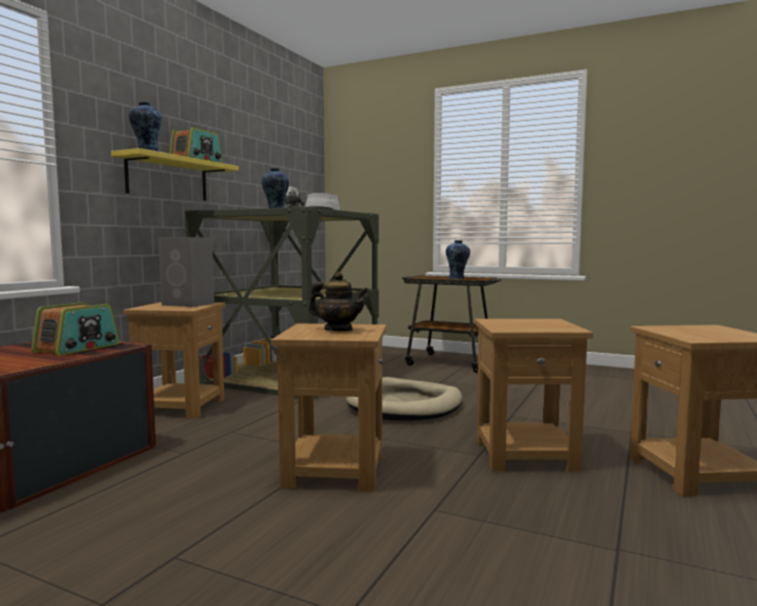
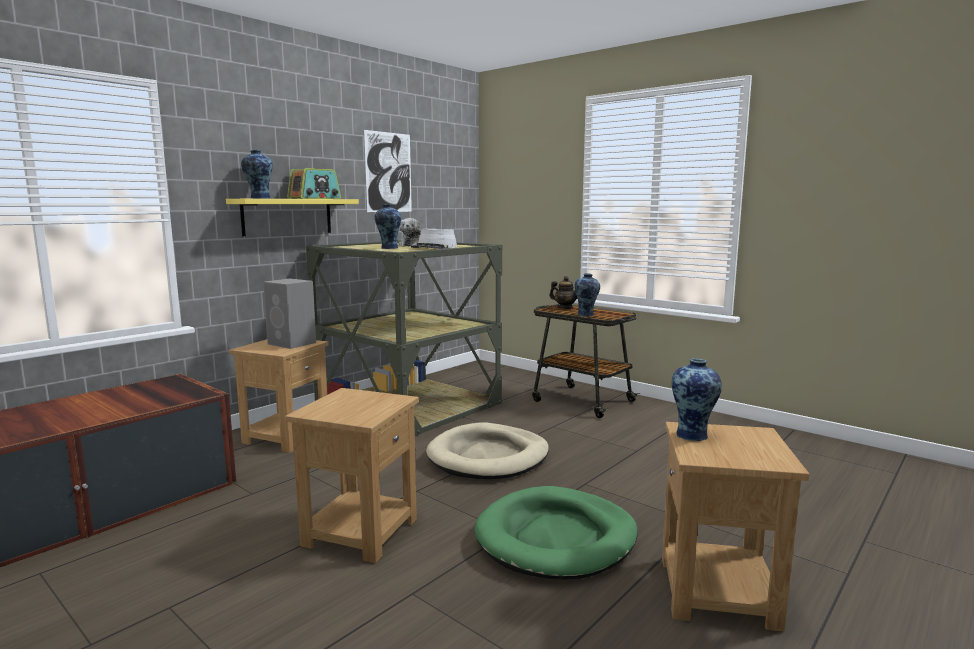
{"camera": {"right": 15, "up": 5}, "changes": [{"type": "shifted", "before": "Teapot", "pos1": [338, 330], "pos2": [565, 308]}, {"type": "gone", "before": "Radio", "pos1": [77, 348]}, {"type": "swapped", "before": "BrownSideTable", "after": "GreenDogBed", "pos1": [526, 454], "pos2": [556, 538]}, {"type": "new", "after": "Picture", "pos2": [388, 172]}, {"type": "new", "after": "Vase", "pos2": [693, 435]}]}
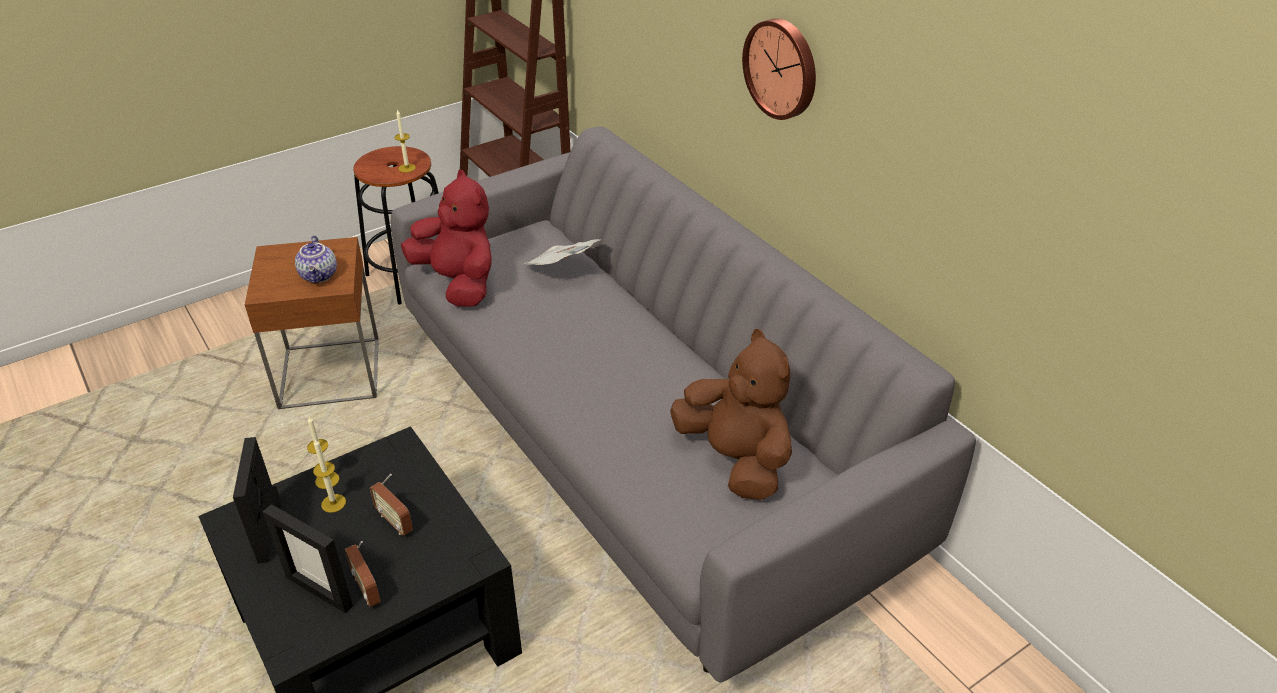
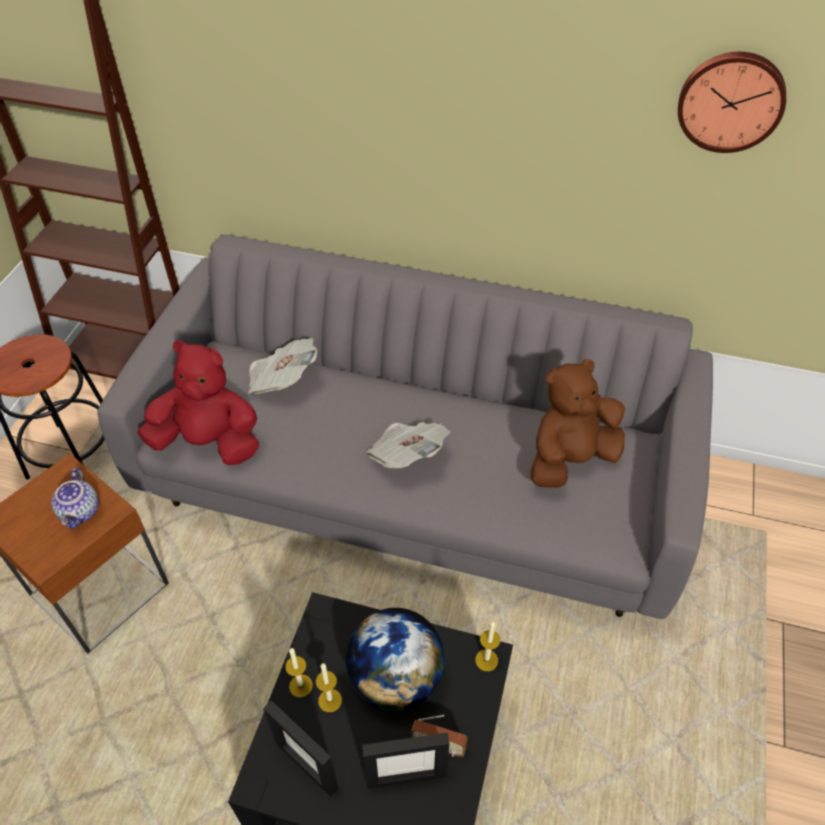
{"camera": {"right": -40, "up": 10}, "changes": [{"type": "shifted", "before": "WallClock", "pos1": [782, 68], "pos2": [731, 101]}, {"type": "shifted", "before": "Candle", "pos1": [407, 168], "pos2": [486, 660]}, {"type": "rotated", "before": "Teapot", "pos1": [320, 276], "pos2": [81, 512], "turn": 45}, {"type": "rotated", "before": "BrownPlushToy", "pos1": [735, 460], "pos2": [570, 459], "turn": -45}, {"type": "swapped", "before": "Radio", "after": "Globe", "pos1": [395, 522], "pos2": [395, 677]}, {"type": "new", "after": "Newspaper", "pos2": [407, 455]}]}
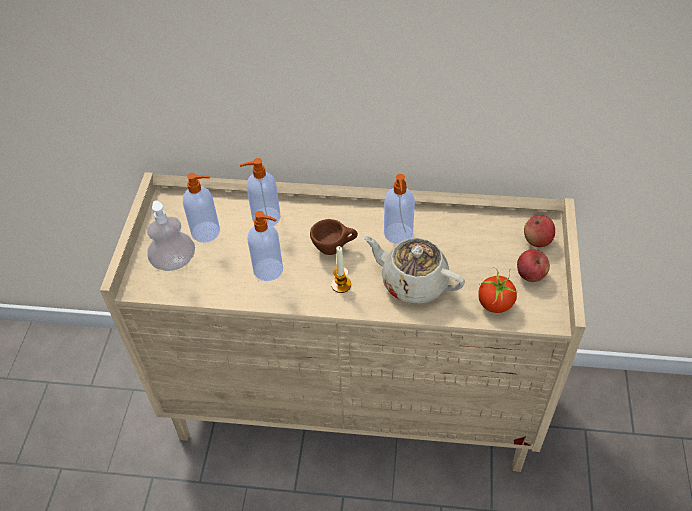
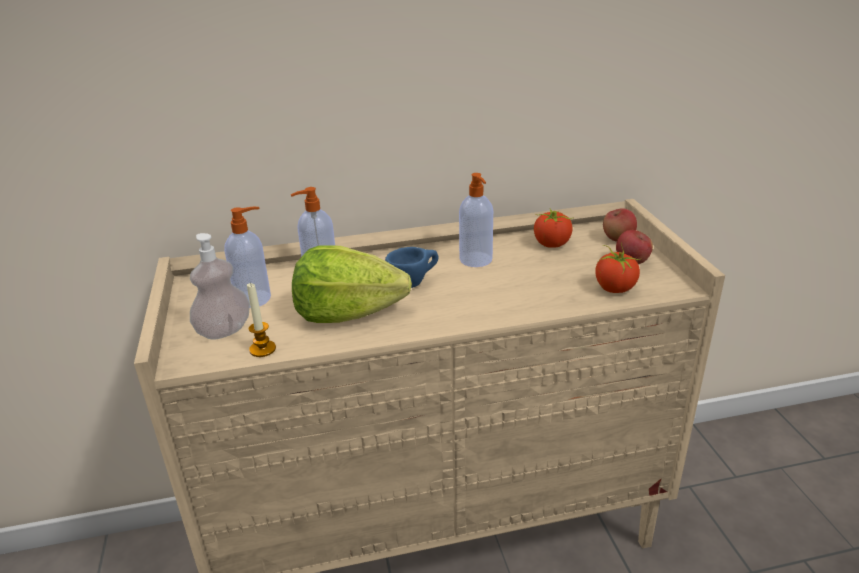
{"camera": {"right": -20, "up": -20}, "changes": [{"type": "swapped", "before": "SoapDispenser", "after": "Lettuce", "pos1": [269, 270], "pos2": [347, 313]}, {"type": "repainted", "before": "BrownCup", "after": "BlueCup", "pos1": [334, 248], "pos2": [413, 282]}, {"type": "gone", "before": "BeigeTeapot", "pos1": [413, 282]}, {"type": "shifted", "before": "Candle", "pos1": [341, 285], "pos2": [262, 349]}, {"type": "new", "after": "Tomato", "pos2": [552, 244]}]}
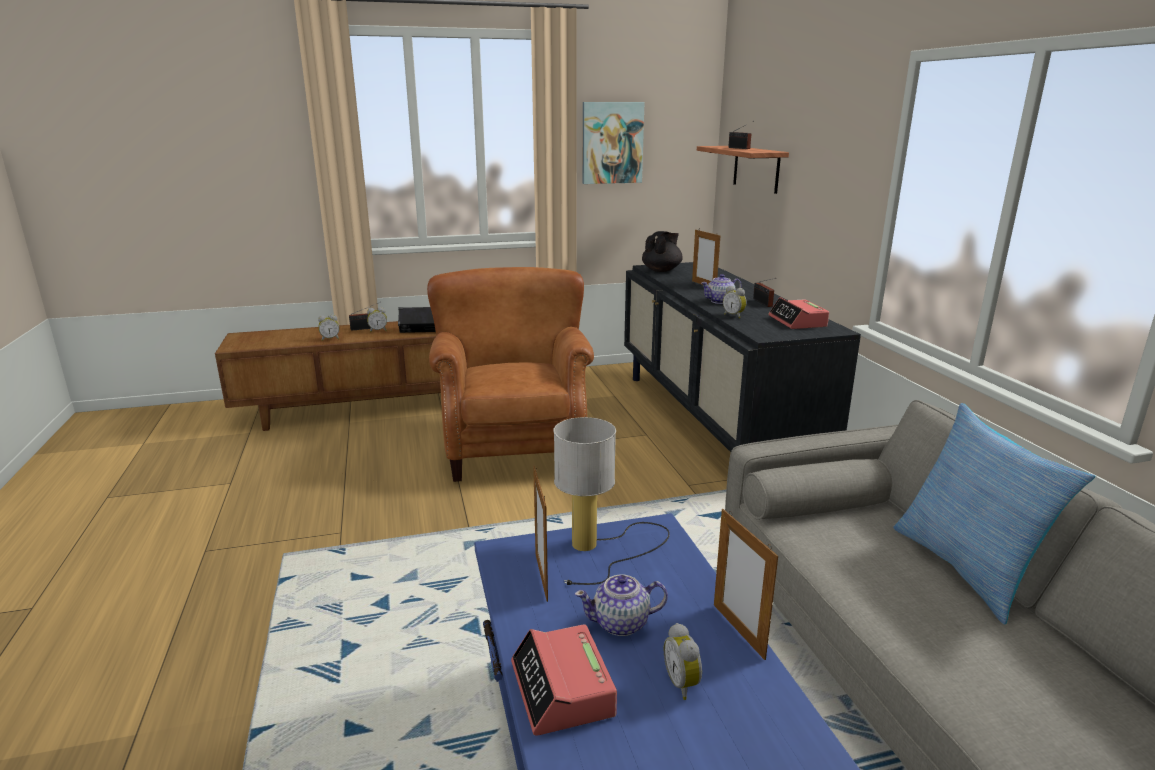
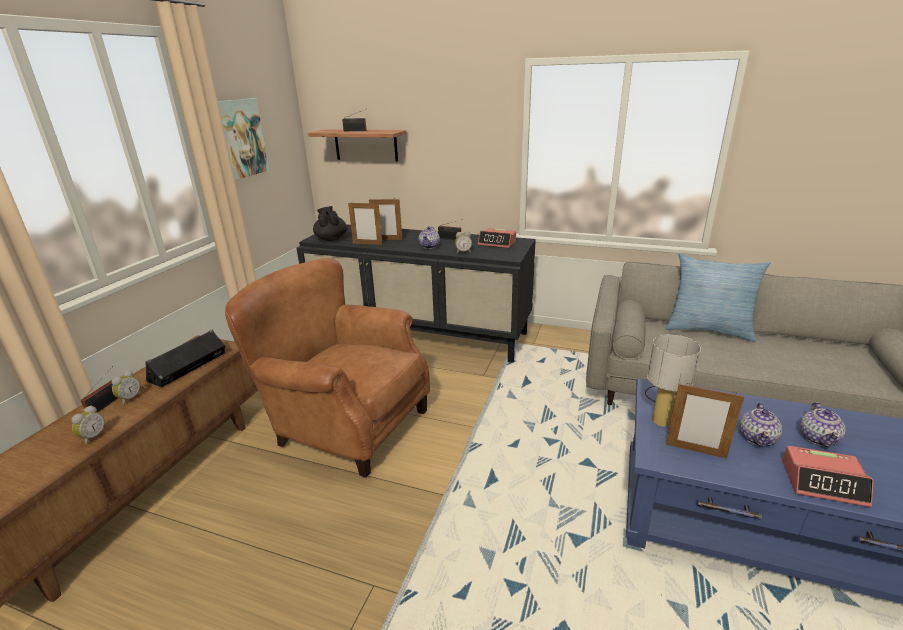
{"camera": {"right": -55, "up": 5}, "changes": [{"type": "shifted", "before": "PictureFrame", "pos1": [738, 631], "pos2": [367, 244]}, {"type": "swapped", "before": "AlarmClock", "after": "Teapot", "pos1": [683, 683], "pos2": [818, 438]}]}
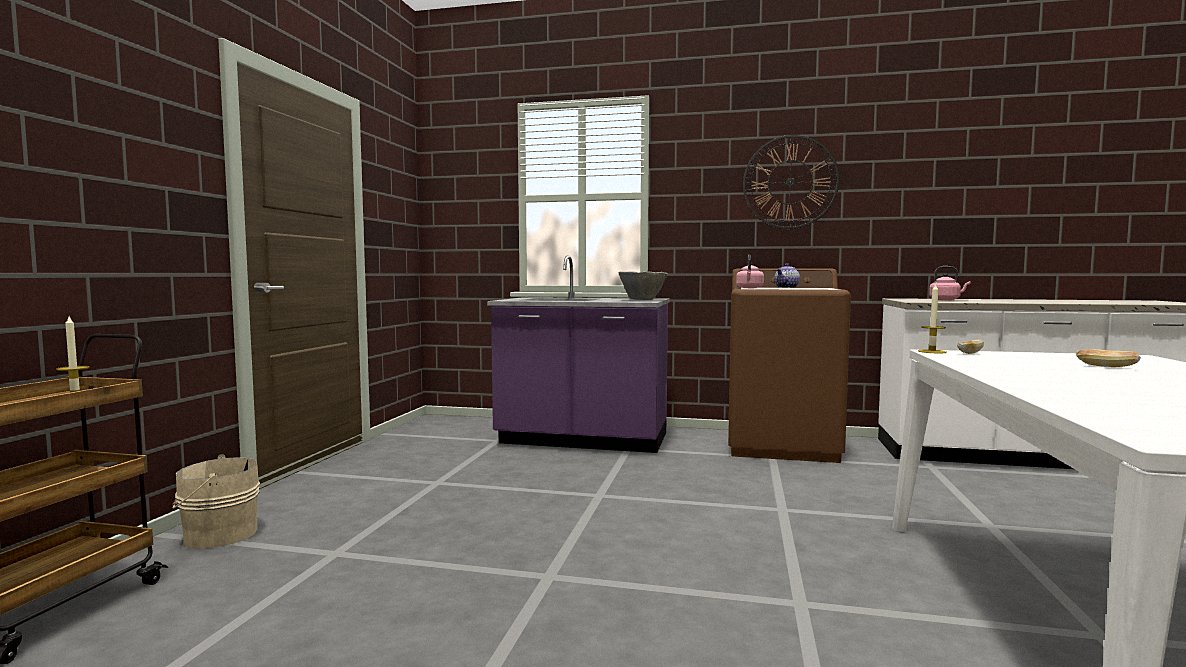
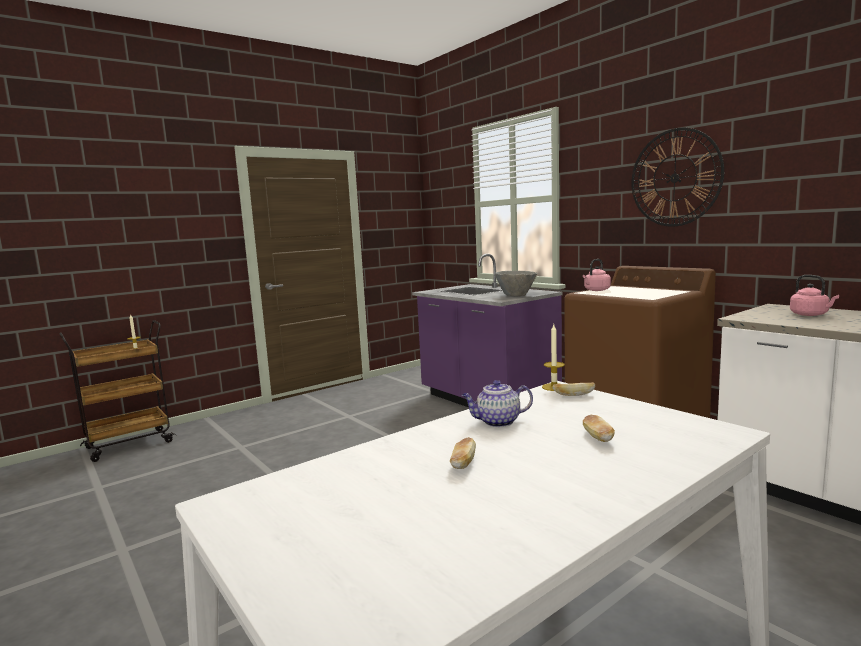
{"camera": {"right": 40, "up": 5}, "changes": [{"type": "shifted", "before": "Teapot", "pos1": [786, 287], "pos2": [497, 422]}, {"type": "gone", "before": "BeigeBucket", "pos1": [217, 535]}, {"type": "new", "after": "Bread", "pos2": [463, 463]}]}
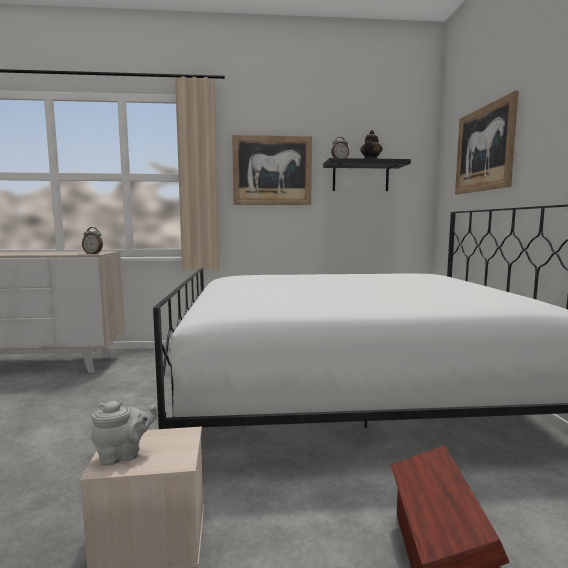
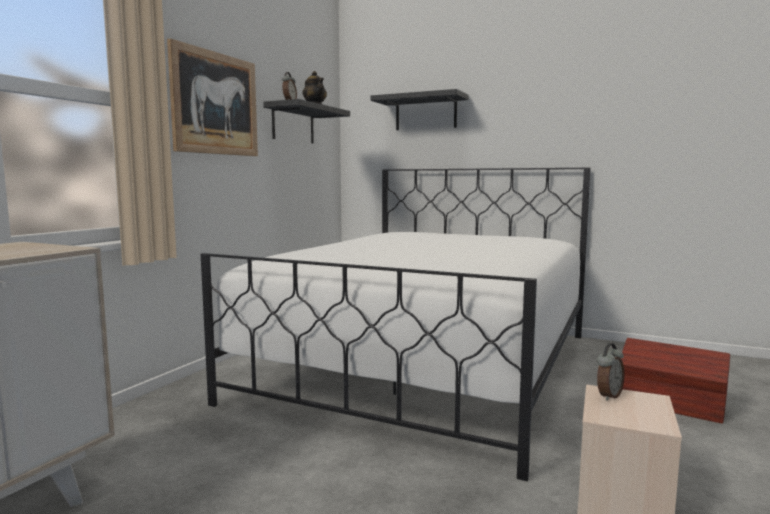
{"camera": {"right": -60, "up": 0}, "changes": [{"type": "swapped", "before": "Picture", "after": "BlackShelf", "pos1": [484, 149], "pos2": [426, 113]}, {"type": "shifted", "before": "AlarmClock", "pos1": [93, 254], "pos2": [608, 396]}, {"type": "gone", "before": "GreyTeapot", "pos1": [124, 455]}]}
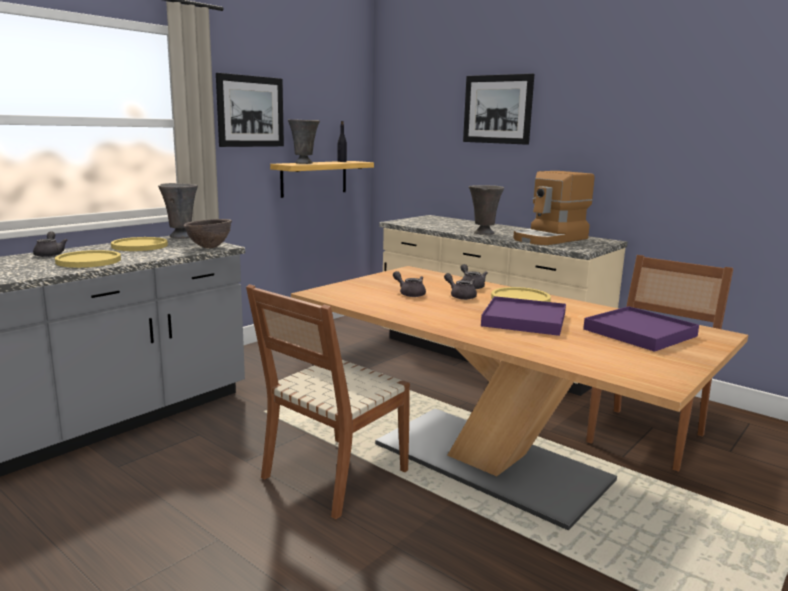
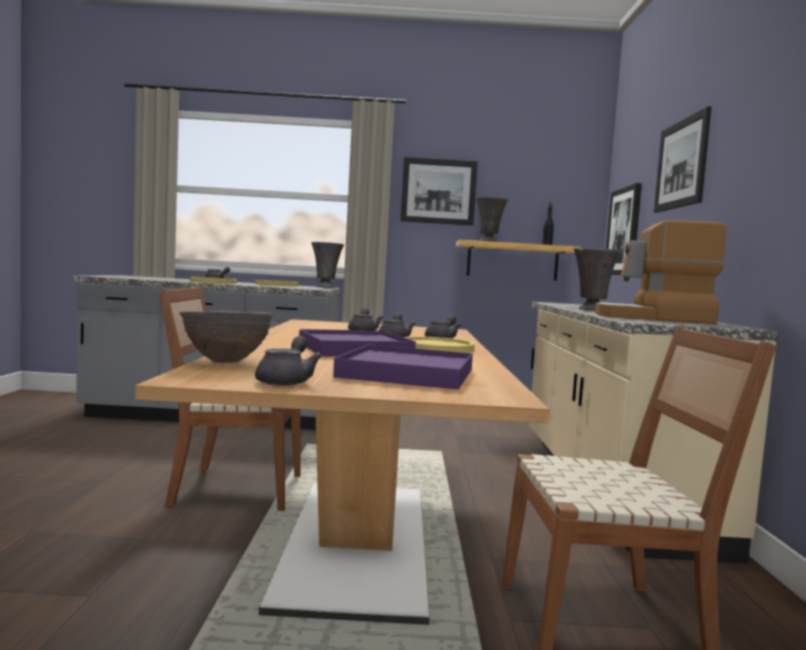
{"camera": {"right": 50, "up": -10}, "changes": [{"type": "shifted", "before": "BrownBowl", "pos1": [209, 248], "pos2": [226, 362]}, {"type": "new", "after": "Picture", "pos2": [624, 232]}, {"type": "new", "after": "GreyTeapot", "pos2": [287, 381]}]}
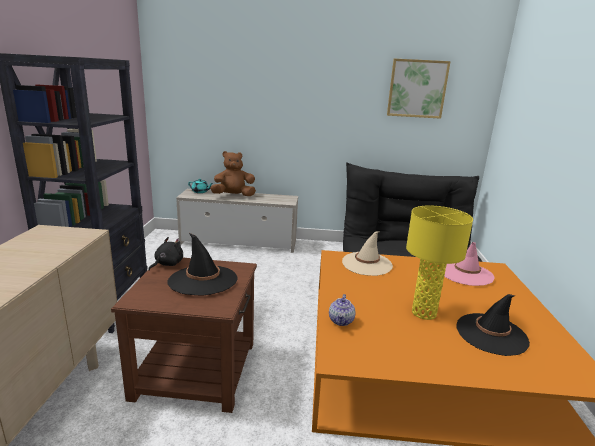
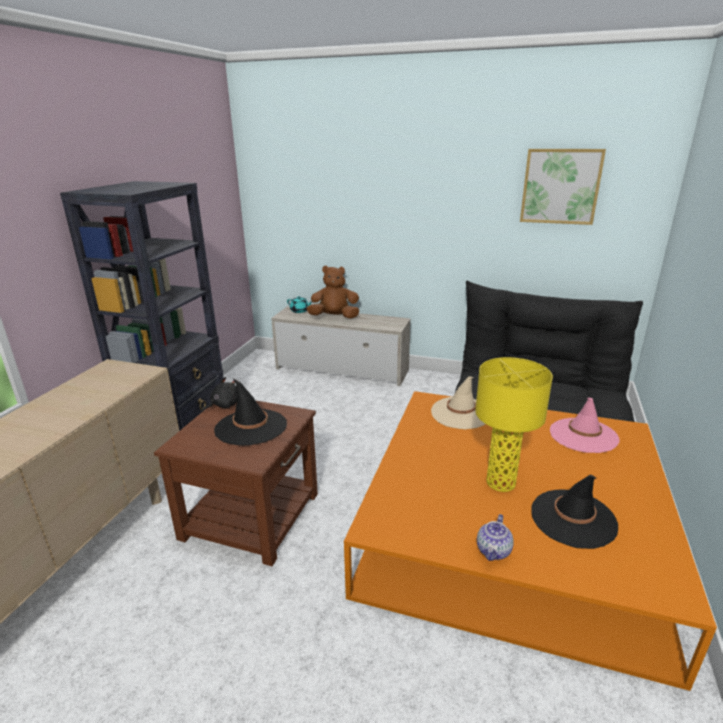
{"camera": {"right": 15, "up": 5}, "changes": [{"type": "shifted", "before": "Teapot", "pos1": [341, 321], "pos2": [494, 551]}]}
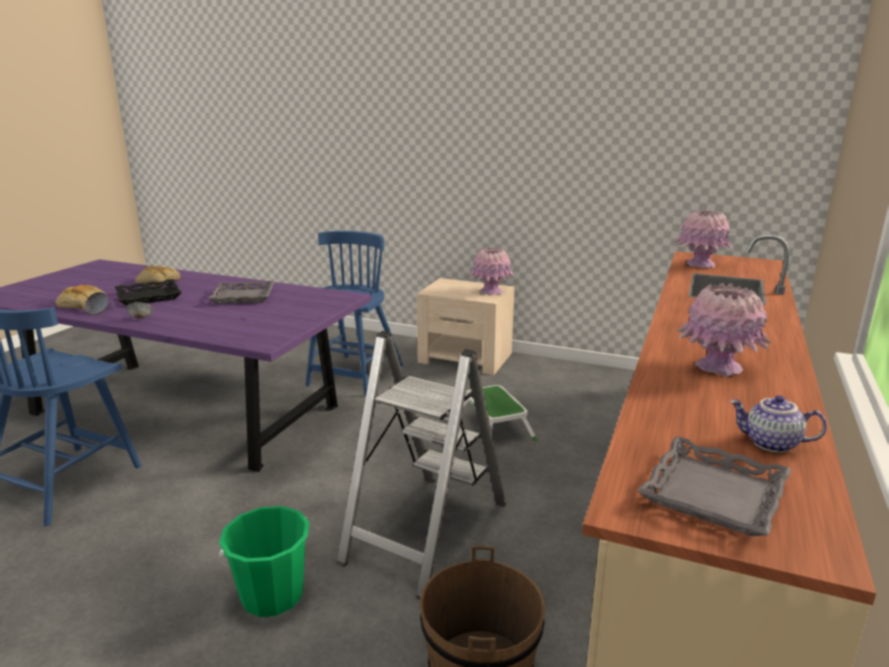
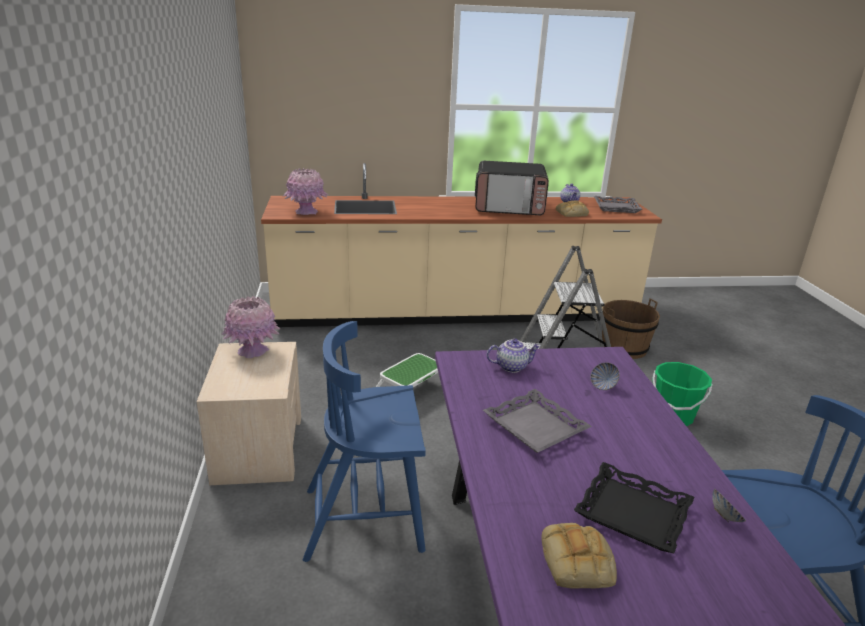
{"camera": {"right": -120, "up": 5}, "changes": [{"type": "swapped", "before": "PinkVase", "after": "Microwave", "pos1": [718, 368], "pos2": [509, 208]}, {"type": "shifted", "before": "Bread", "pos1": [82, 303], "pos2": [571, 213]}, {"type": "shifted", "before": "Bowl", "pos1": [141, 318], "pos2": [603, 385]}, {"type": "new", "after": "Teapot", "pos2": [511, 366]}]}
